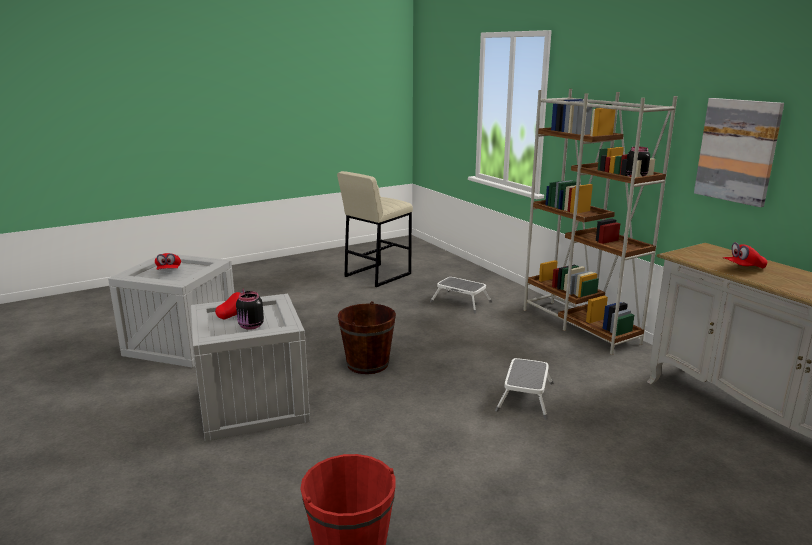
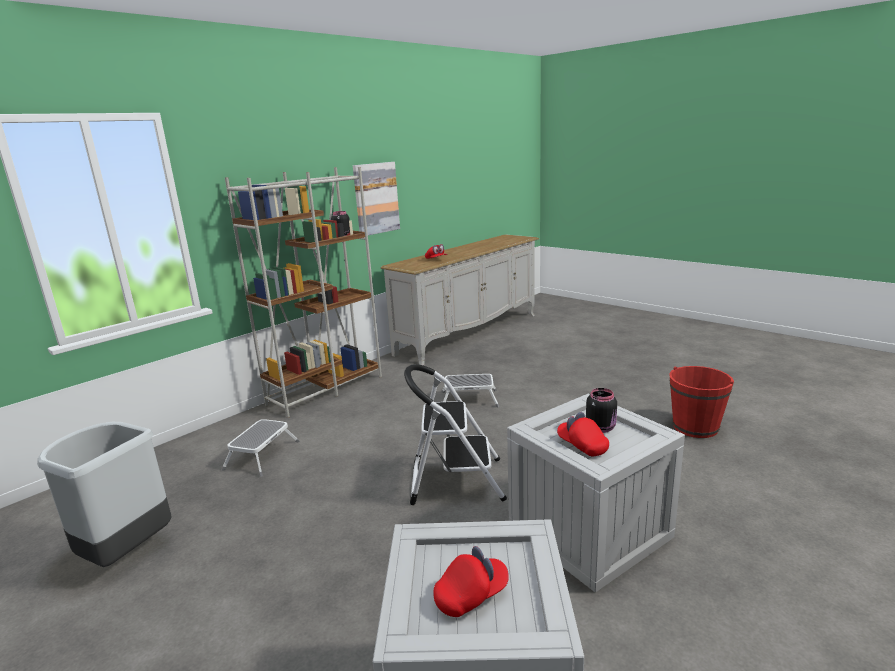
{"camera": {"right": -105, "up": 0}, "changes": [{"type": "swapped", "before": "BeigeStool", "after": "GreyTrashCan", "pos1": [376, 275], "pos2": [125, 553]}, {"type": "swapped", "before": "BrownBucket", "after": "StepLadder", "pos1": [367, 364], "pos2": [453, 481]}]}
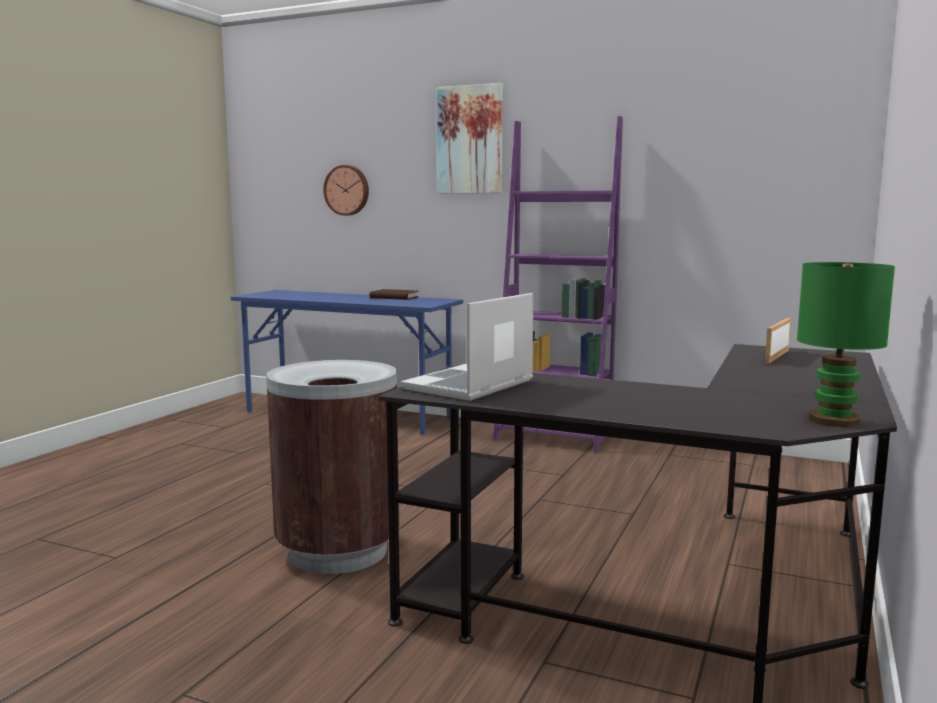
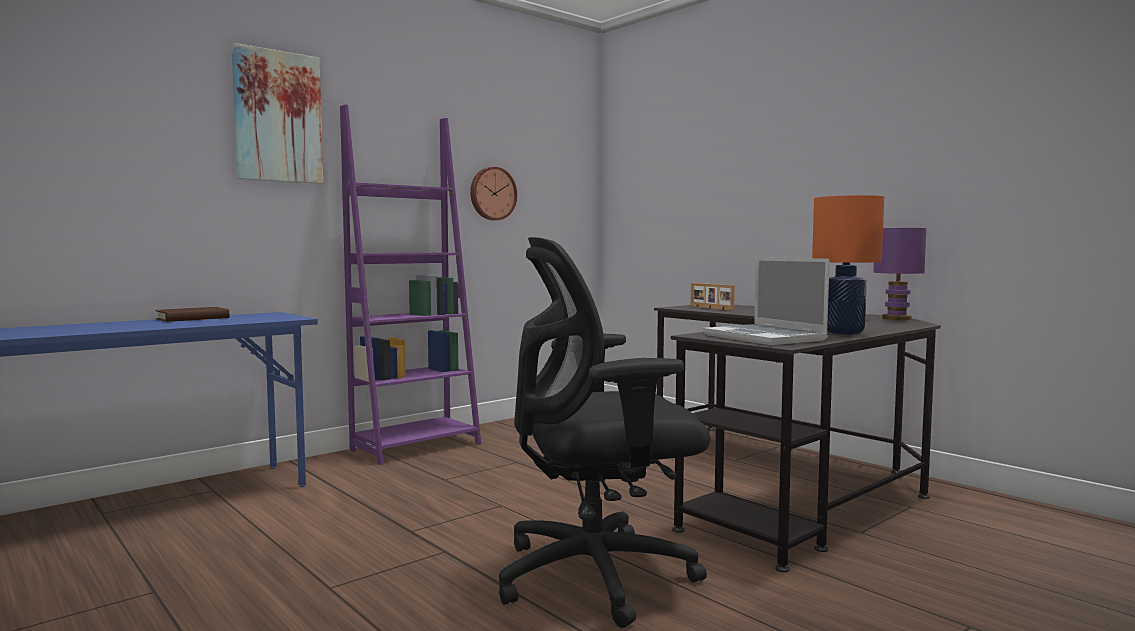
{"camera": {"right": -65, "up": -5}, "changes": [{"type": "shifted", "before": "WallClock", "pos1": [347, 190], "pos2": [492, 193]}, {"type": "repainted", "before": "GreenTableLamp", "after": "PurpleTableLamp", "pos1": [835, 420], "pos2": [896, 318]}, {"type": "swapped", "before": "BrownTrashCan", "after": "BlackOfficeChair", "pos1": [338, 551], "pos2": [606, 572]}, {"type": "new", "after": "OrangeTableLamp", "pos2": [843, 334]}]}
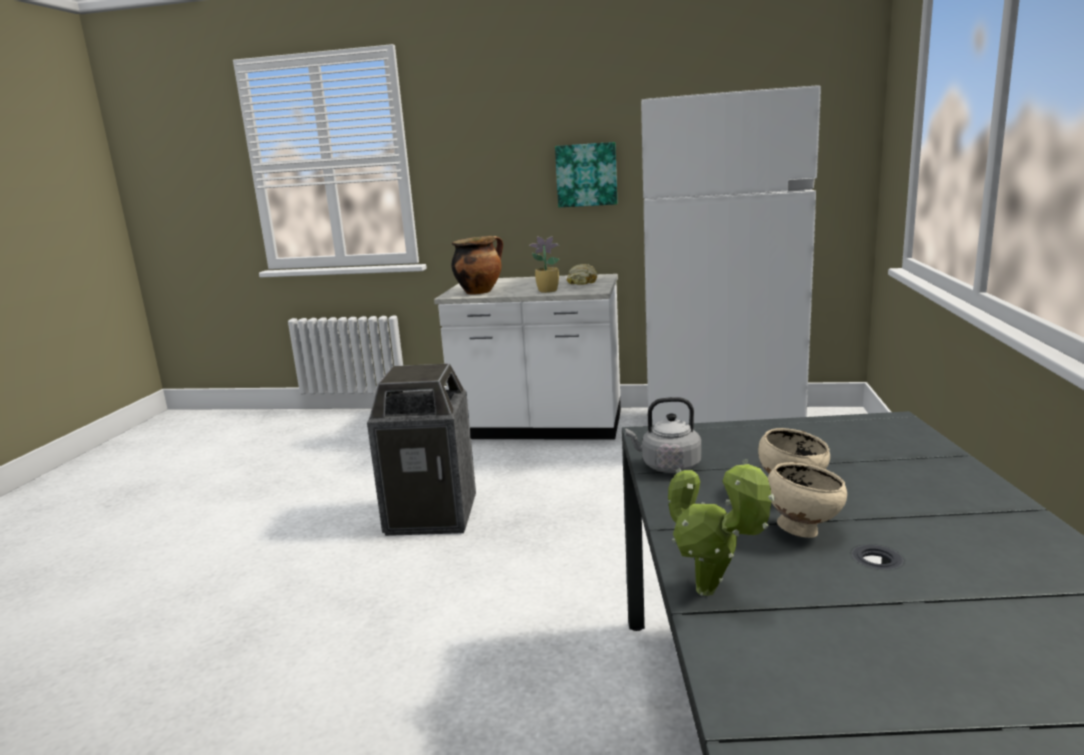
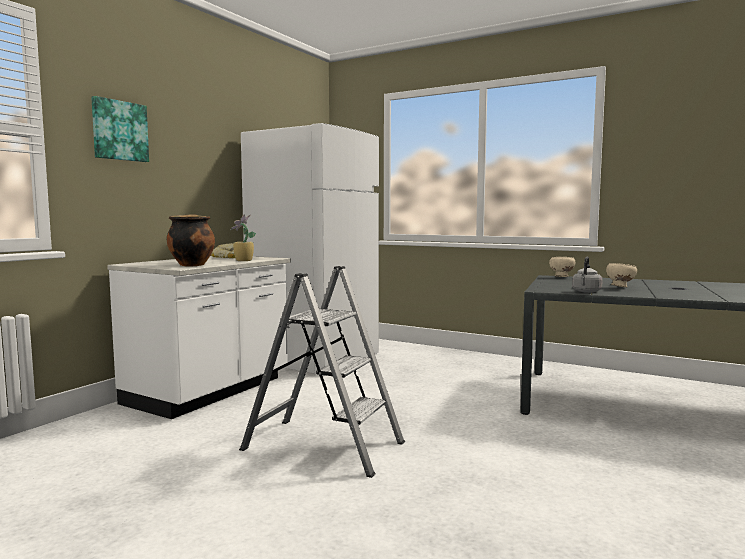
{"camera": {"right": -70, "up": -10}, "changes": [{"type": "shifted", "before": "Picture", "pos1": [586, 175], "pos2": [119, 131]}, {"type": "swapped", "before": "TrashCan", "after": "GreyStepLadder", "pos1": [432, 515], "pos2": [321, 445]}, {"type": "gone", "before": "PottedPlant", "pos1": [712, 593]}, {"type": "shifted", "before": "BeigeBowl", "pos1": [803, 530], "pos2": [561, 277]}]}
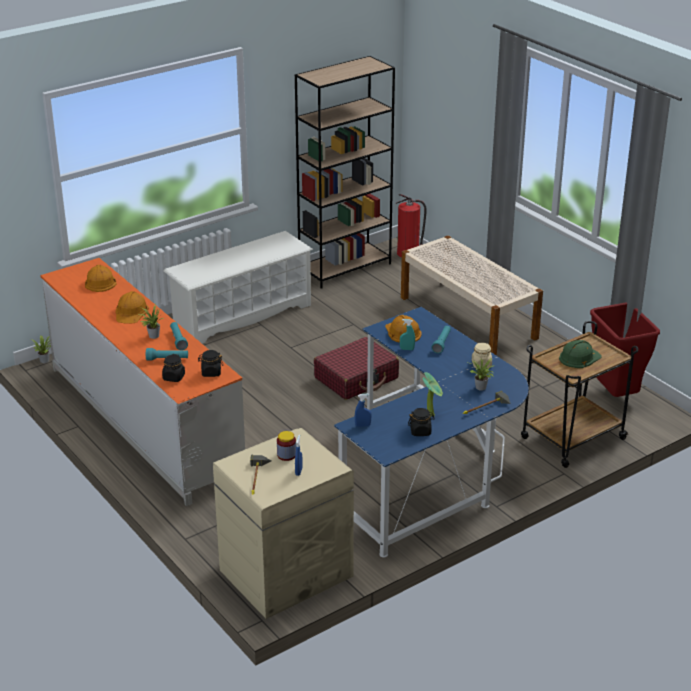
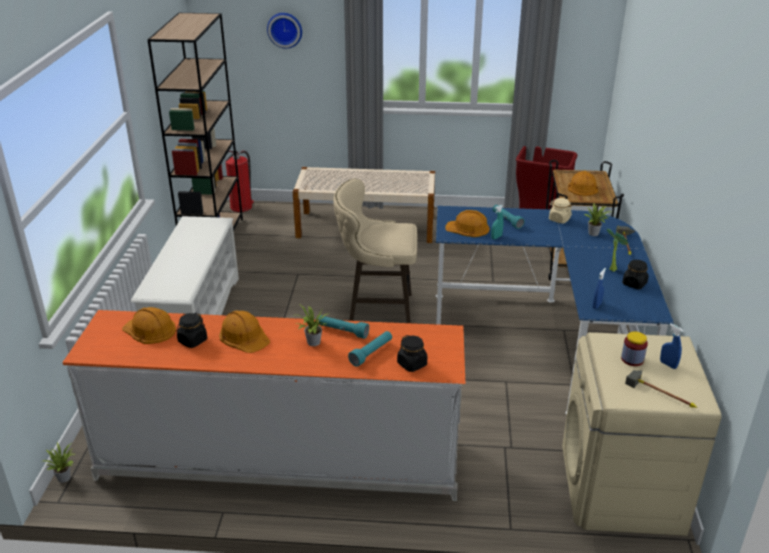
{"camera": {"right": -50, "up": 0}, "changes": [{"type": "swapped", "before": "RedSuitcase", "after": "BeigeStool", "pos1": [356, 378], "pos2": [376, 309]}, {"type": "repainted", "before": "GreenHardHat", "after": "OrangeHardHat", "pos1": [579, 357], "pos2": [582, 187]}, {"type": "shifted", "before": "BlackJar", "pos1": [211, 372], "pos2": [192, 341]}, {"type": "new", "after": "WallClock", "pos2": [285, 29]}]}
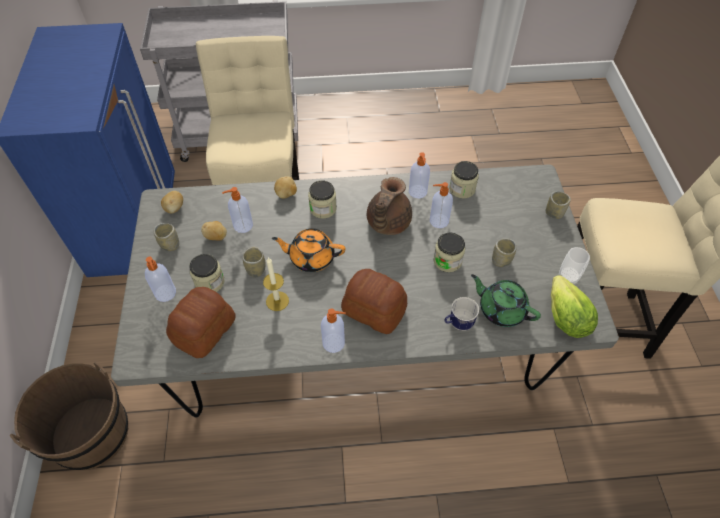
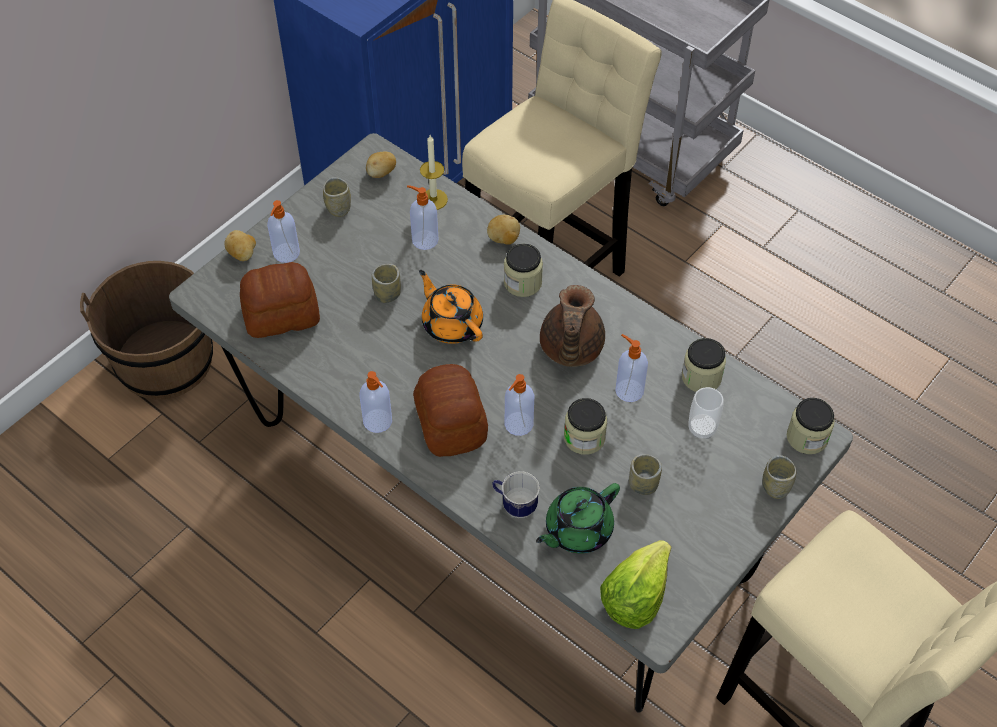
{"camera": {"right": 45, "up": 0}, "changes": [{"type": "shifted", "before": "SoapDispenser", "pos1": [418, 192], "pos2": [518, 424]}, {"type": "rotated", "before": "BrownTeapot", "pos1": [387, 223], "pos2": [570, 349], "turn": -60}, {"type": "shifted", "before": "Potato", "pos1": [216, 237], "pos2": [243, 254]}, {"type": "shifted", "before": "Cup", "pos1": [568, 277], "pos2": [702, 428]}, {"type": "shifted", "before": "Jar", "pos1": [209, 282], "pos2": [807, 437]}, {"type": "shifted", "before": "Candle", "pos1": [277, 301], "pos2": [433, 199]}, {"type": "rotated", "before": "GreenTeapot", "pos1": [501, 309], "pos2": [577, 530], "turn": -120}]}
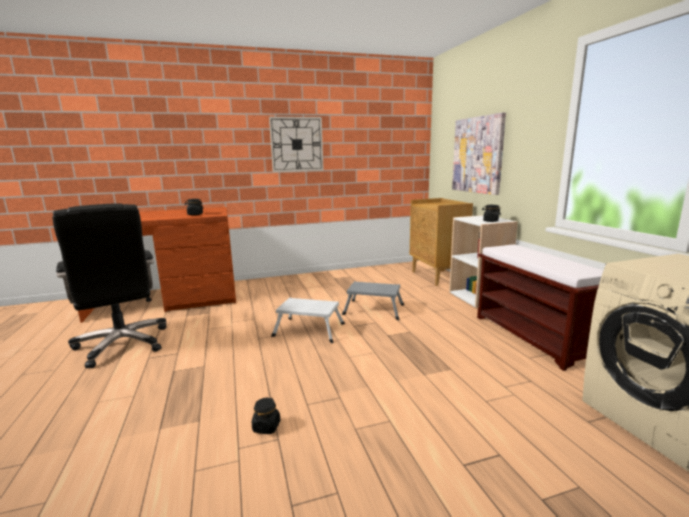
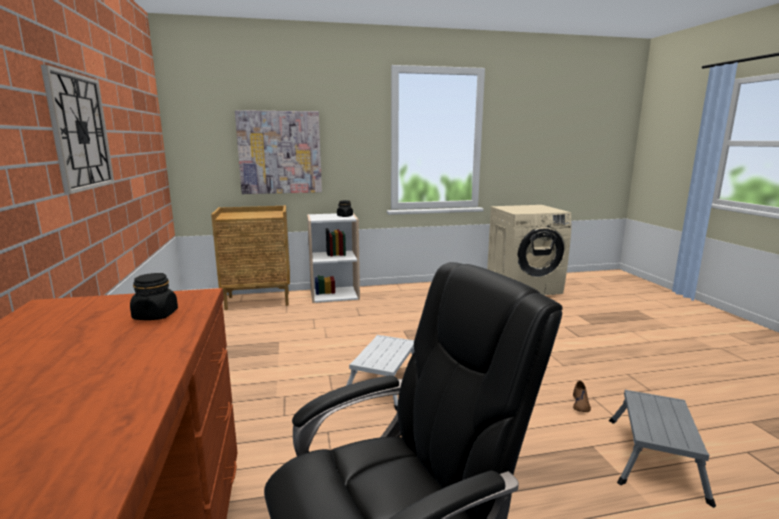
{"camera": {"right": -85, "up": 0}, "changes": [{"type": "gone", "before": "BrownBench", "pos1": [533, 337]}, {"type": "shifted", "before": "GreyStepLadder", "pos1": [374, 309], "pos2": [655, 457]}, {"type": "swapped", "before": "BlackJar", "after": "BrownShoe", "pos1": [266, 427], "pos2": [580, 404]}]}
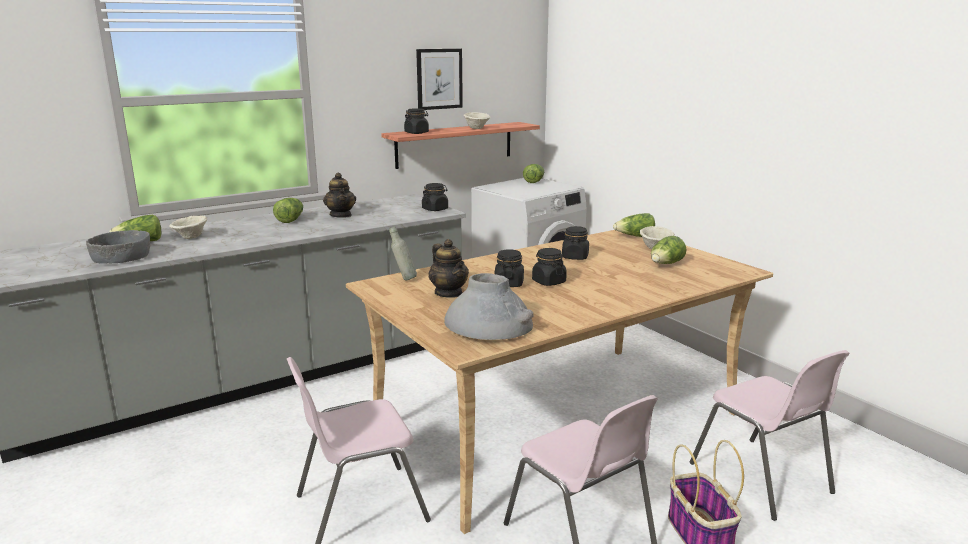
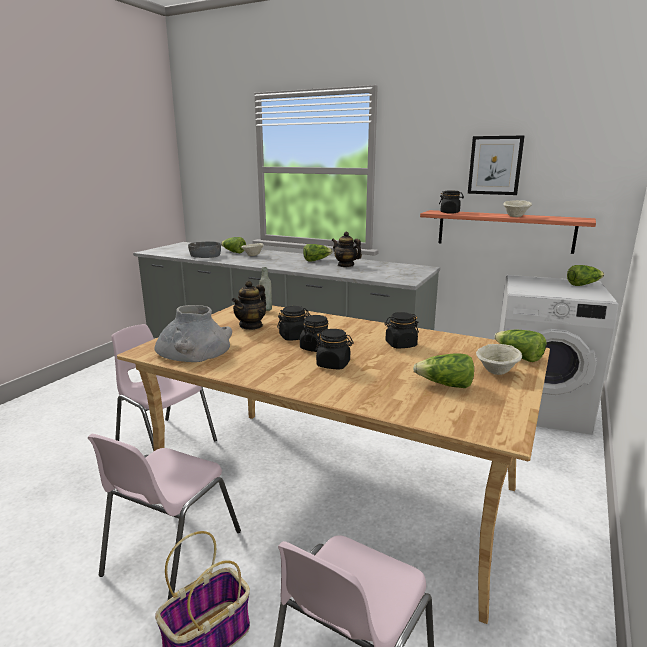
{"camera": {"right": 60, "up": 0}, "changes": [{"type": "rotated", "before": "Teapot", "pos1": [341, 215], "pos2": [345, 265], "turn": 90}, {"type": "shifted", "before": "BlackJar", "pos1": [435, 209], "pos2": [333, 364]}]}
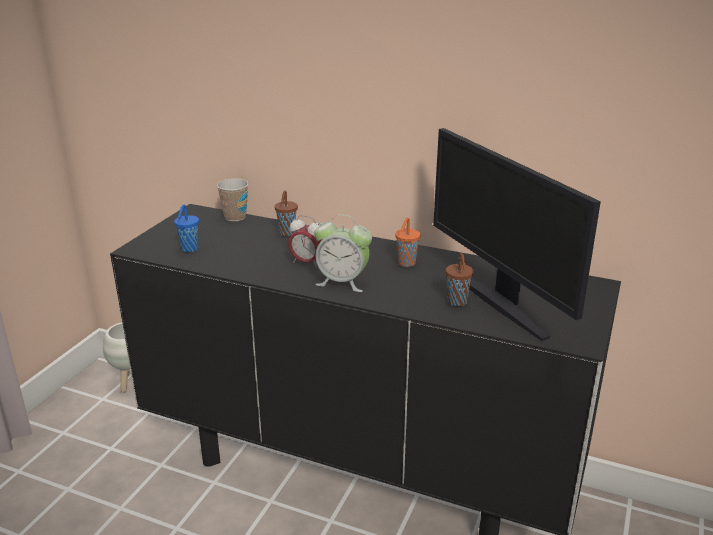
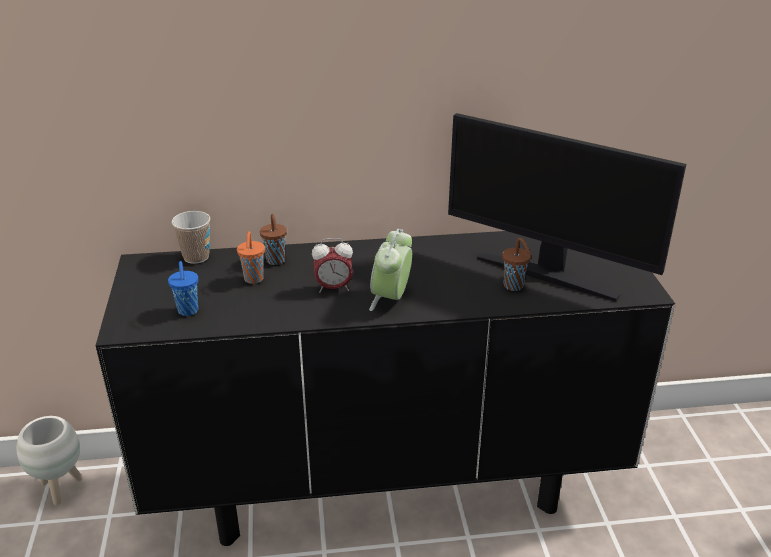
{"camera": {"right": -30, "up": 5}, "changes": [{"type": "rotated", "before": "AlarmClock", "pos1": [342, 282], "pos2": [391, 298], "turn": 120}, {"type": "shifted", "before": "OrangeCup", "pos1": [406, 264], "pos2": [253, 279]}]}
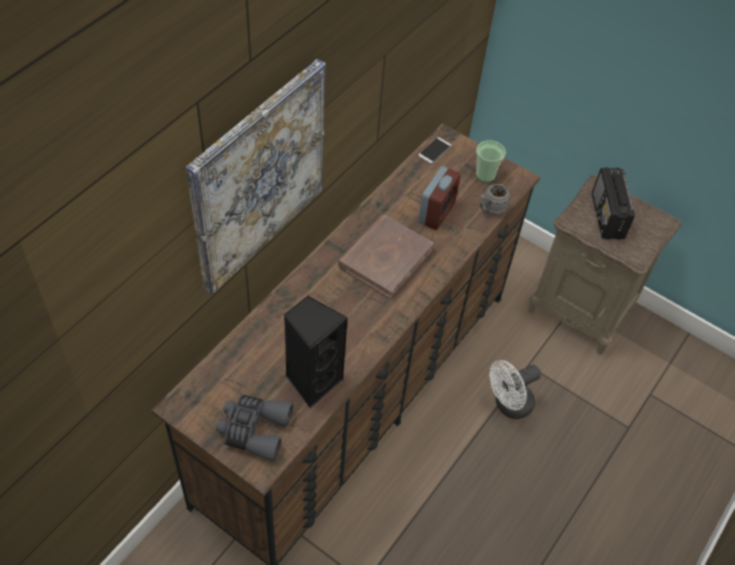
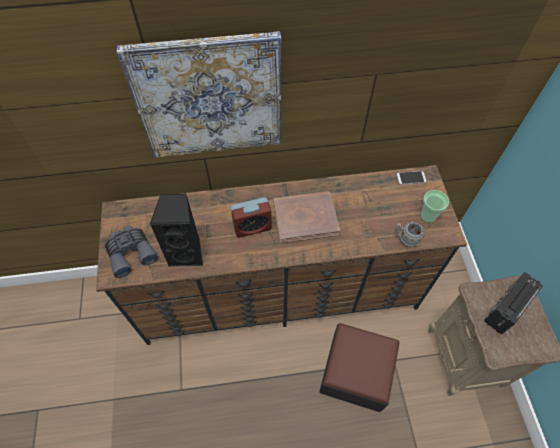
{"camera": {"right": 50, "up": 5}, "changes": [{"type": "shifted", "before": "AlarmClock", "pos1": [436, 213], "pos2": [252, 227]}, {"type": "swapped", "before": "WhiteFan", "after": "Ottoman", "pos1": [508, 405], "pos2": [356, 372]}]}
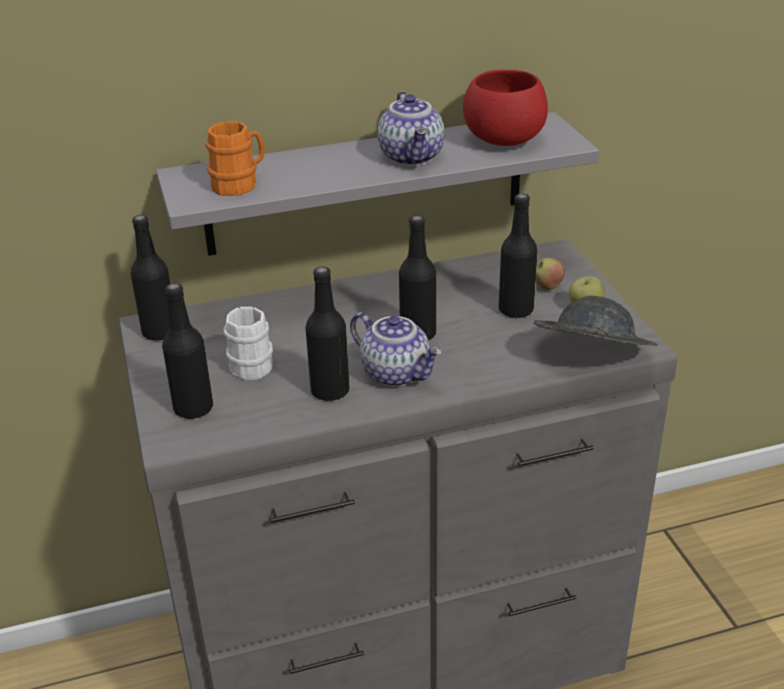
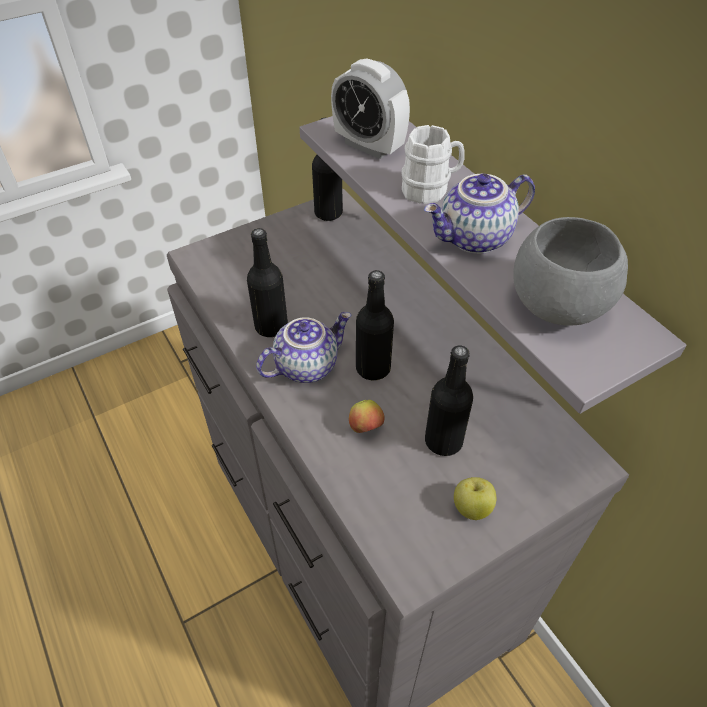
{"camera": {"right": 75, "up": 15}, "changes": [{"type": "repainted", "before": "RedBowl", "after": "GreyBowl", "pos1": [504, 140], "pos2": [559, 305]}, {"type": "swapped", "before": "OrangeMug", "after": "AlarmClock", "pos1": [240, 184], "pos2": [369, 146]}, {"type": "shifted", "before": "Apple", "pos1": [547, 287], "pos2": [366, 427]}, {"type": "gone", "before": "BlackBottle", "pos1": [193, 408]}, {"type": "gone", "before": "GreyHat", "pos1": [591, 358]}, {"type": "shifted", "before": "WhiteMug", "pos1": [252, 363], "pos2": [431, 189]}, {"type": "rotated", "before": "Teapot", "pos1": [397, 373], "pos2": [306, 365], "turn": -150}]}
